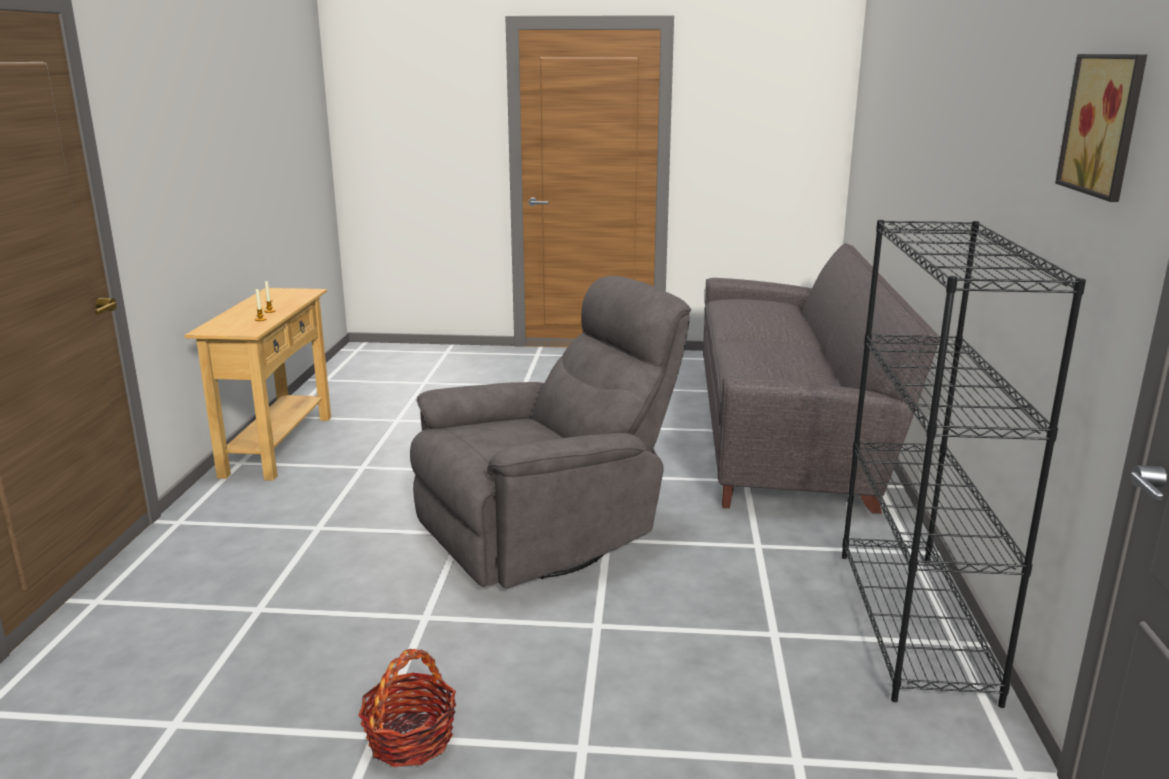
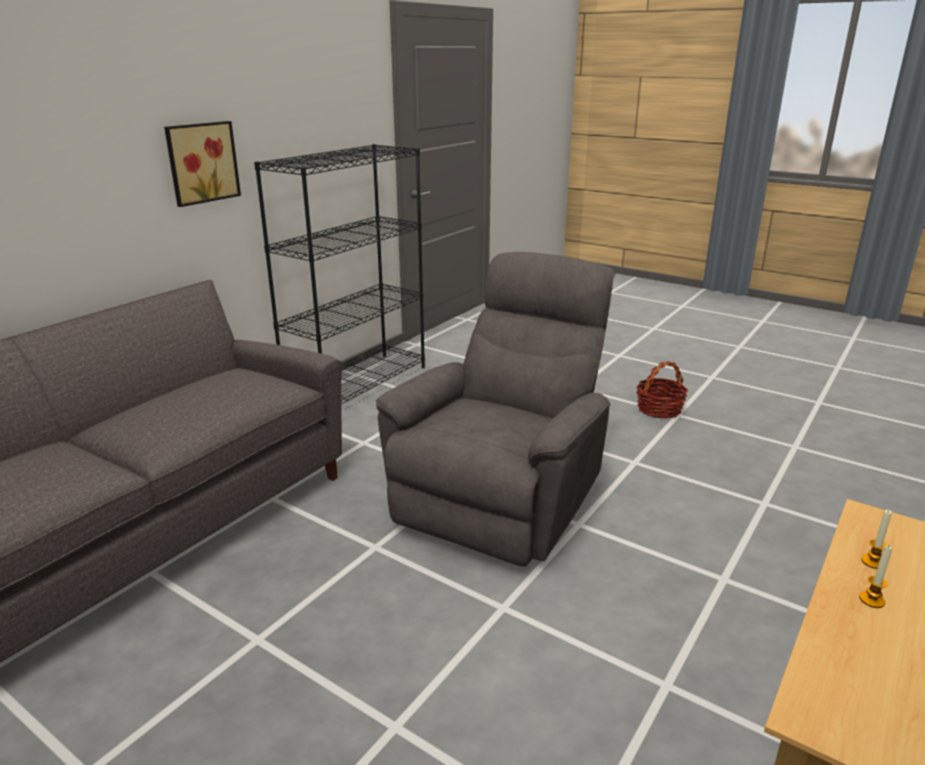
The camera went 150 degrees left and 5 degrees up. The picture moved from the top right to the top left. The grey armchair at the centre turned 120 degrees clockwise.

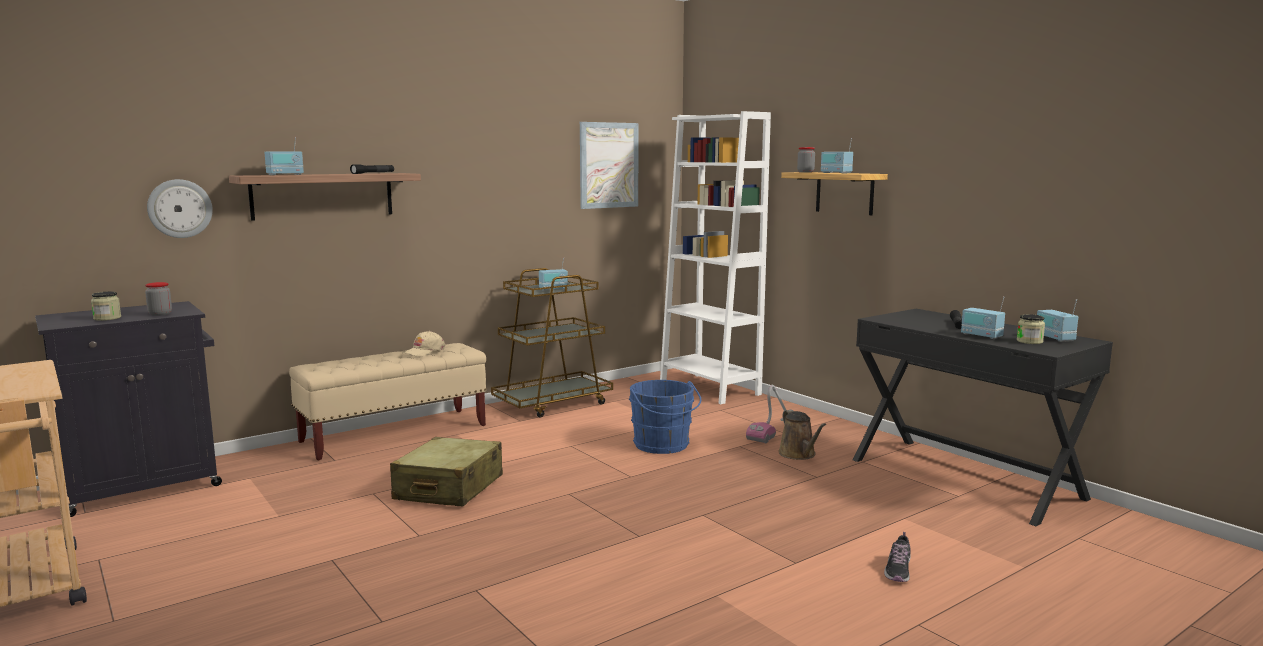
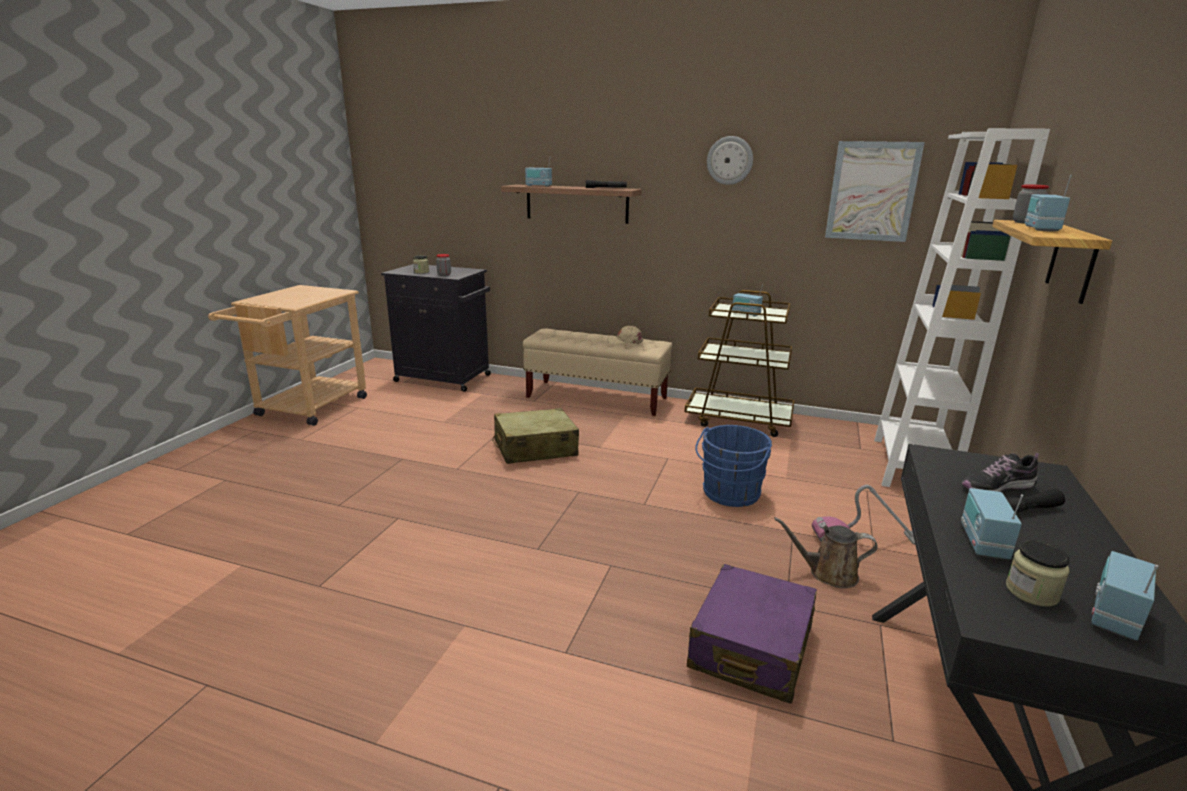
The camera went 55 degrees right and 10 degrees up. The purple suitcase at the bottom centre appeared. The wall clock moved from the top left to the top centre. The brown watering can at the bottom centre turned 60 degrees clockwise. The shoe moved from the bottom right to the middle right.

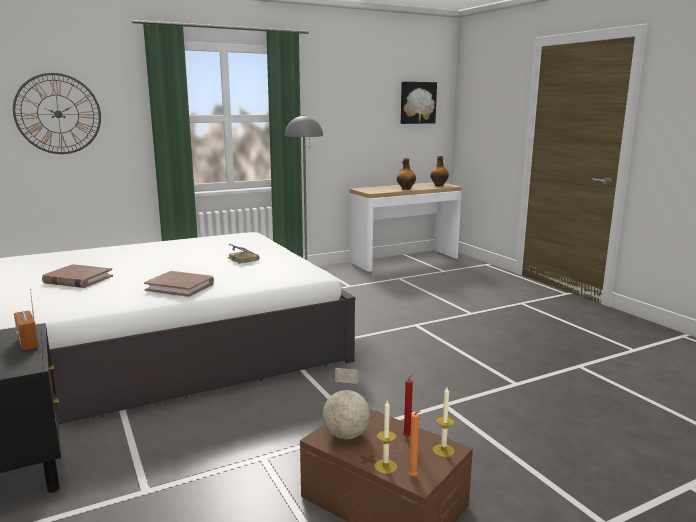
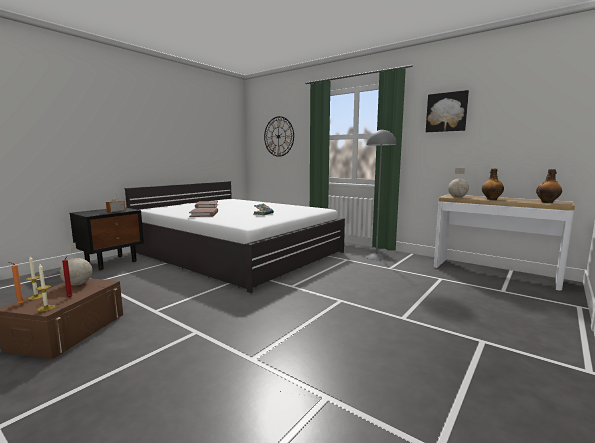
The camera went 65 degrees right and 5 degrees down. The picture moved from the top centre to the top right. The globe (no. 2 from left) at the middle right appeared.

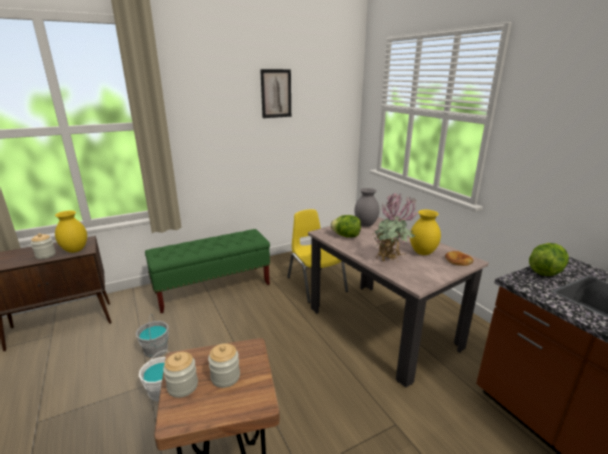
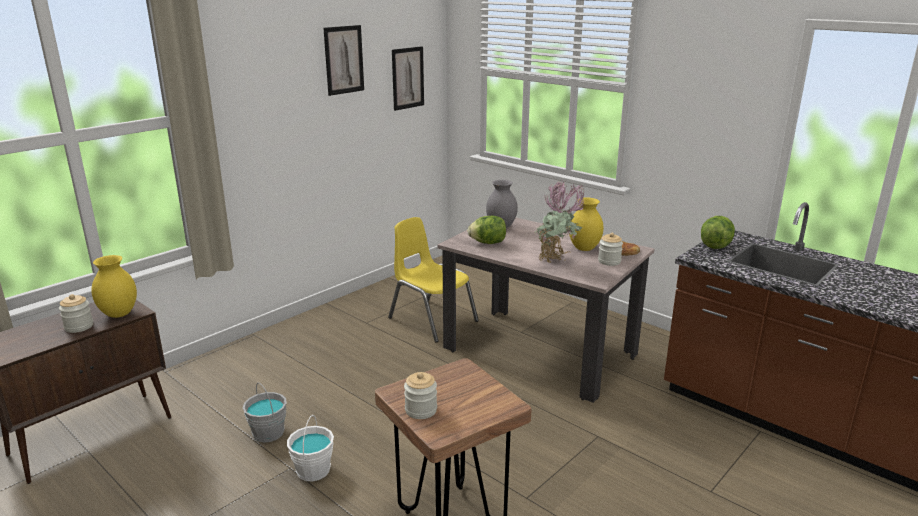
The camera went 20 degrees left and 0 degrees up. The picture (no. 2 from left) at the top centre appeared. The jar (no. 3 from left) moved from the bottom centre to the centre. The green bench at the centre disappeared.

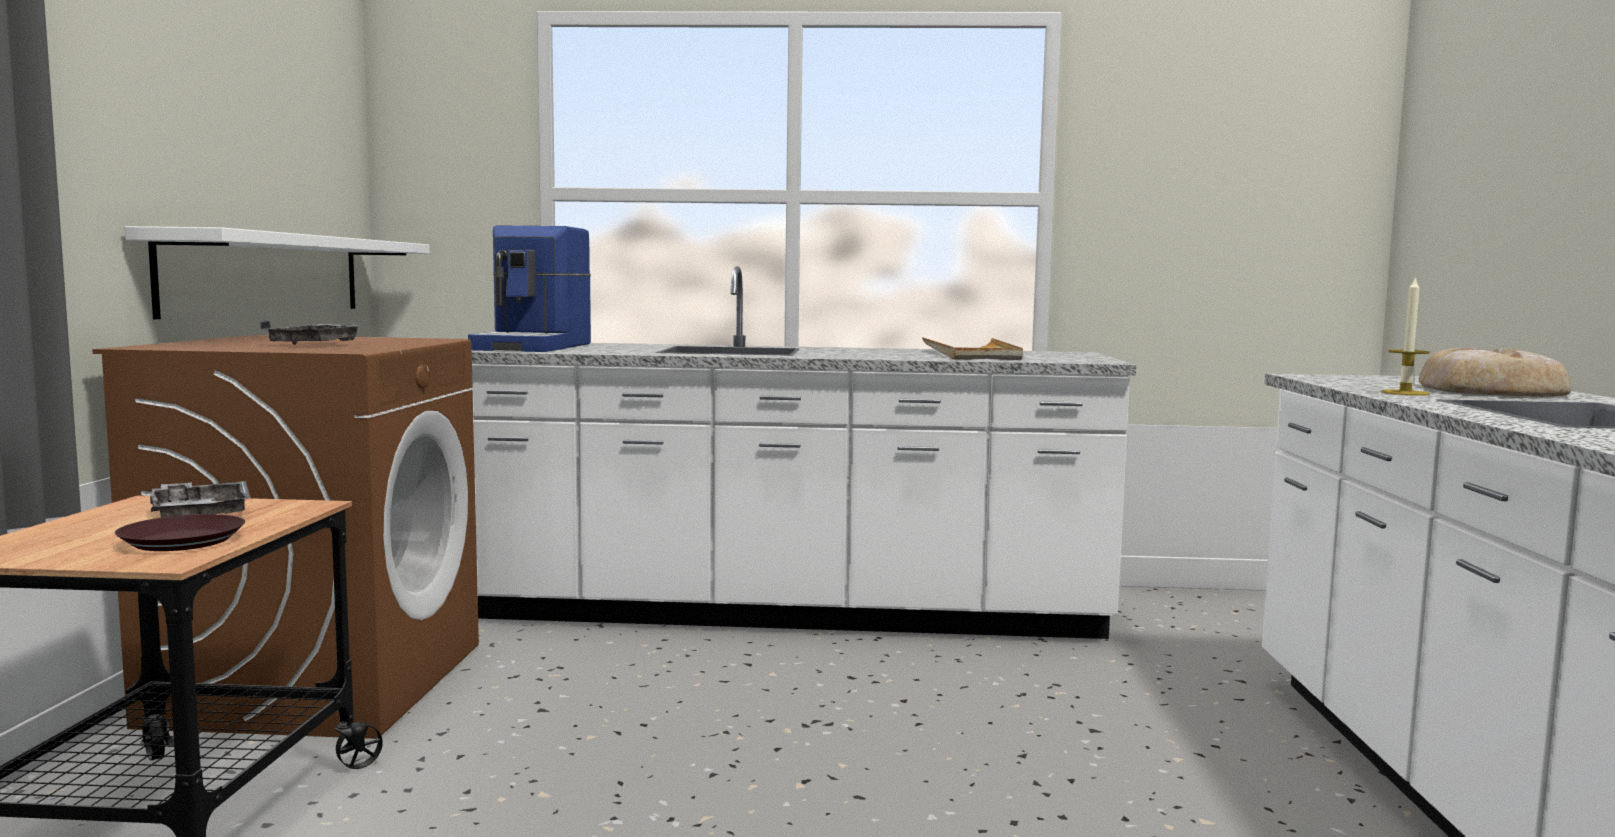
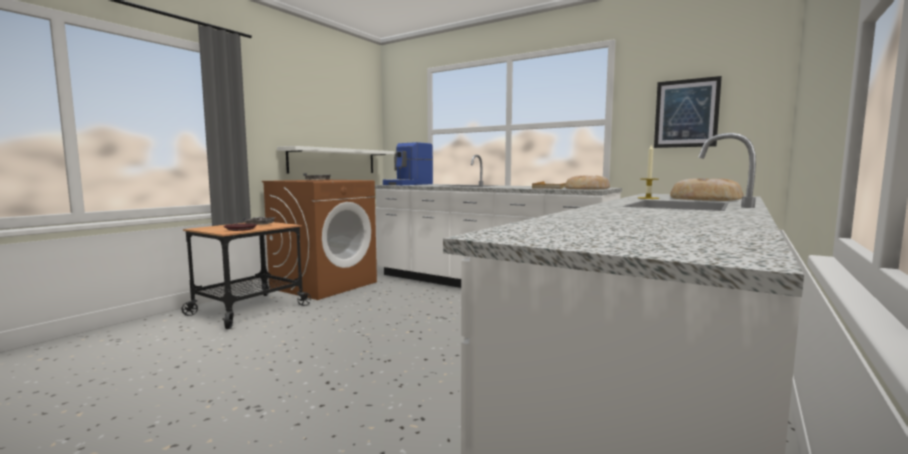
The camera went 30 degrees right and 0 degrees up. The bread (no. 1 from left) at the centre appeared. The picture at the top right appeared.

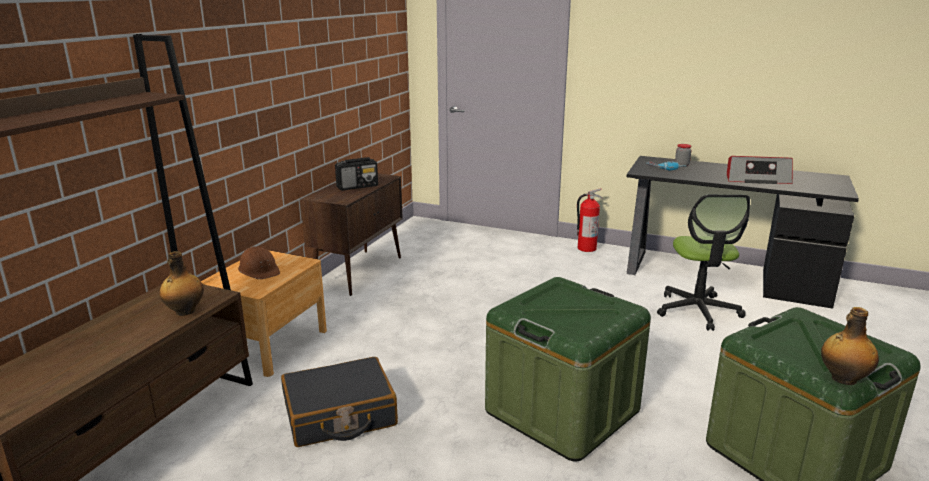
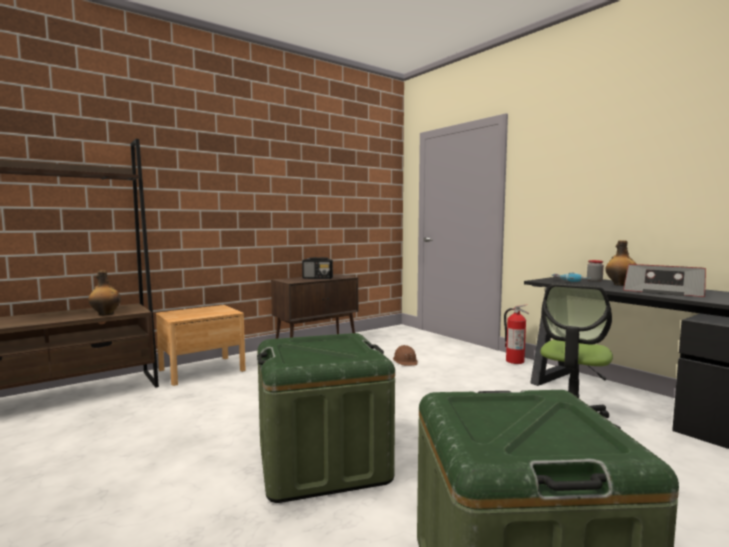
The camera went 30 degrees right and 15 degrees down. The brown hard hat moved from the middle left to the centre. The bottle (no. 2 from left) moved from the bottom right to the middle right. The black suitcase at the bottom centre disappeared.

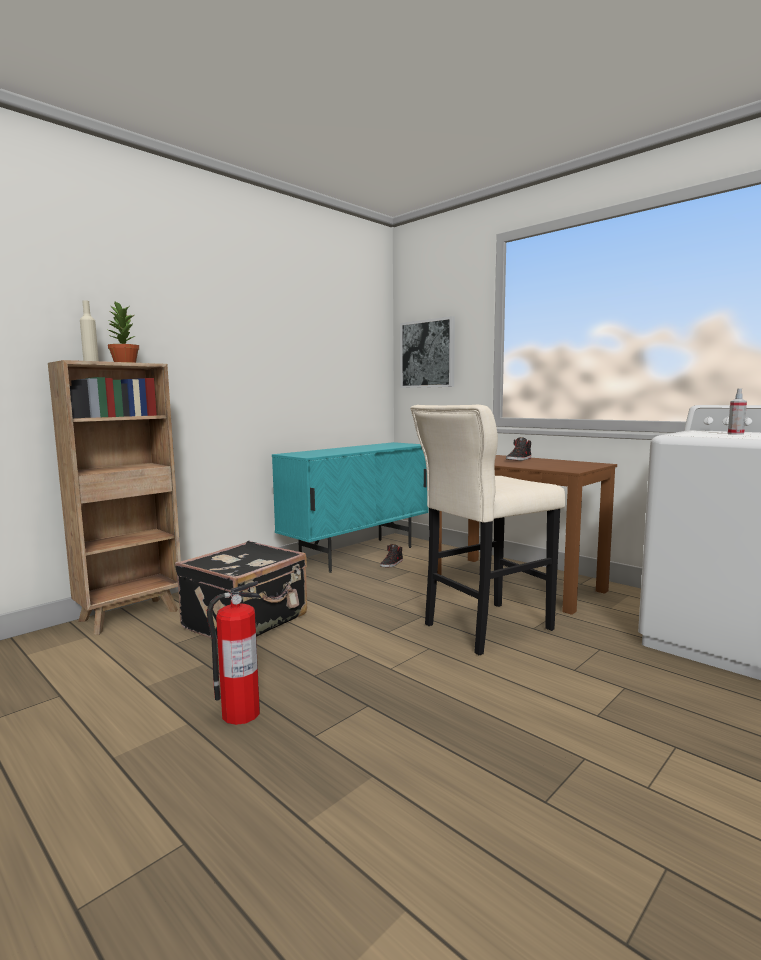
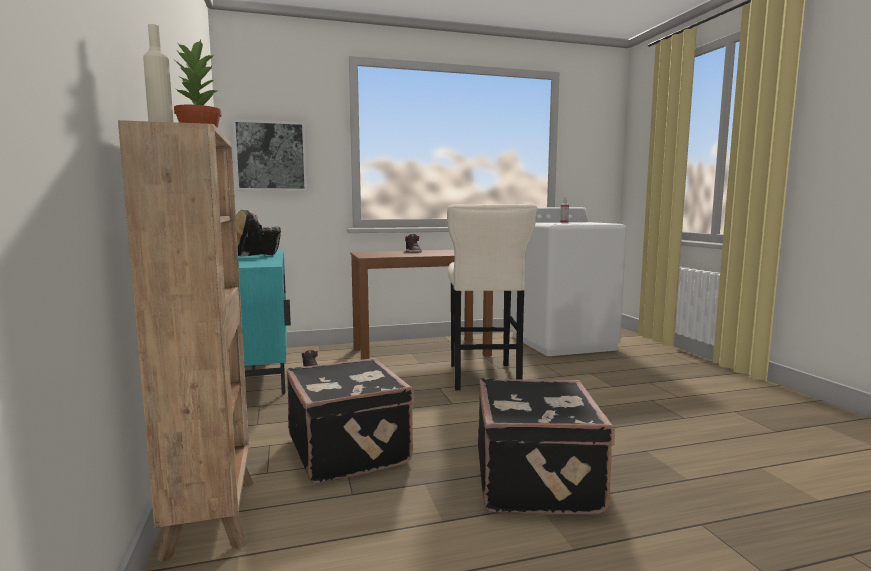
The camera went 60 degrees left and 0 degrees up. The black boot at the middle left appeared. The fire extinguisher at the bottom left was replaced by the black suitcase (no. 2 from left) at the bottom centre.

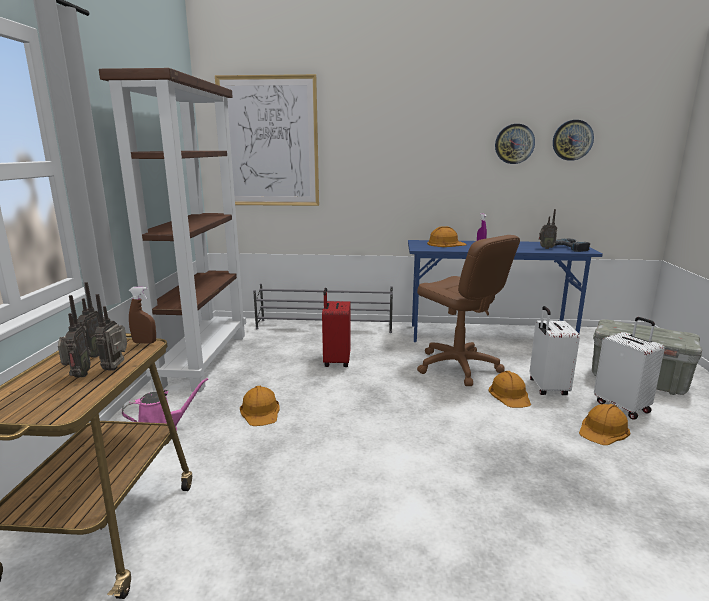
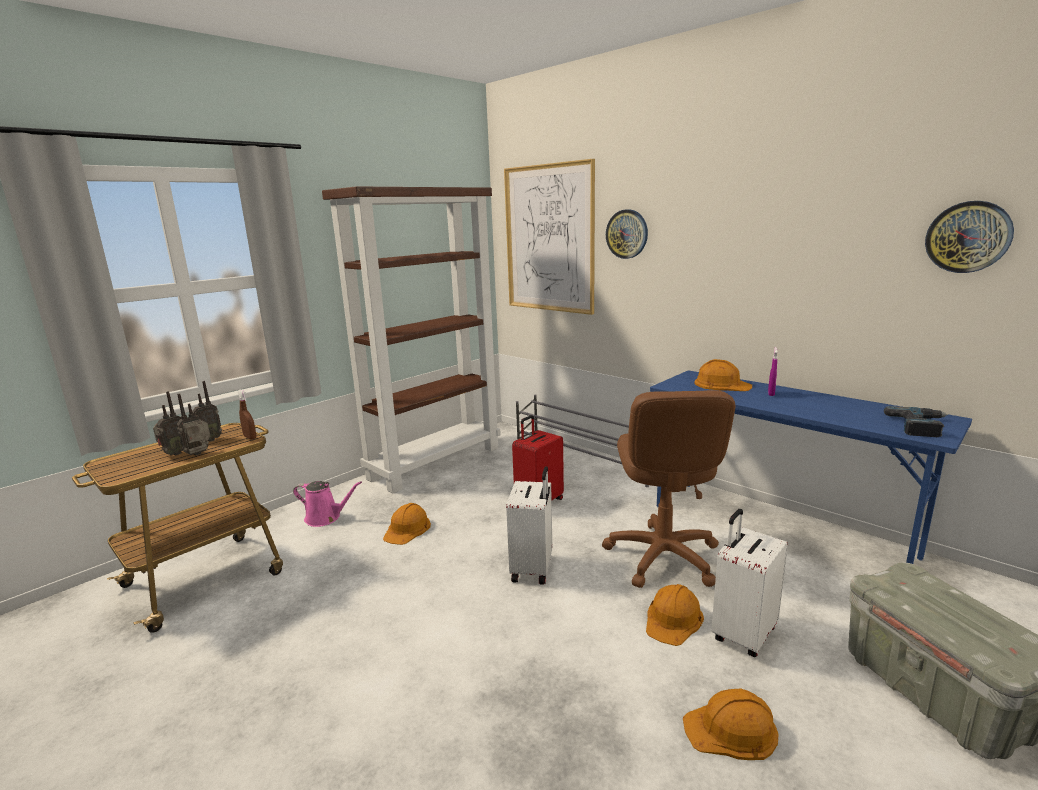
The camera went 40 degrees right and 0 degrees up. The white suitcase (no. 2 from left in the first image) moved from the middle right to the centre. The wall clock (no. 1 from left) moved from the top right to the top centre. The radio (no. 4 from left) at the middle right disappeared.

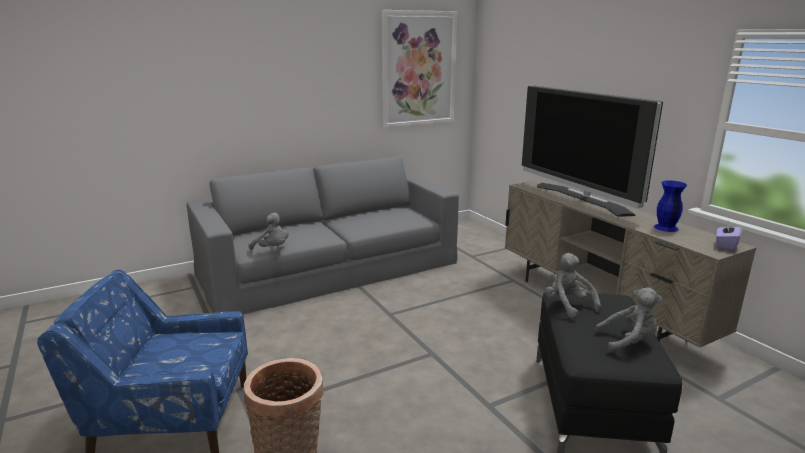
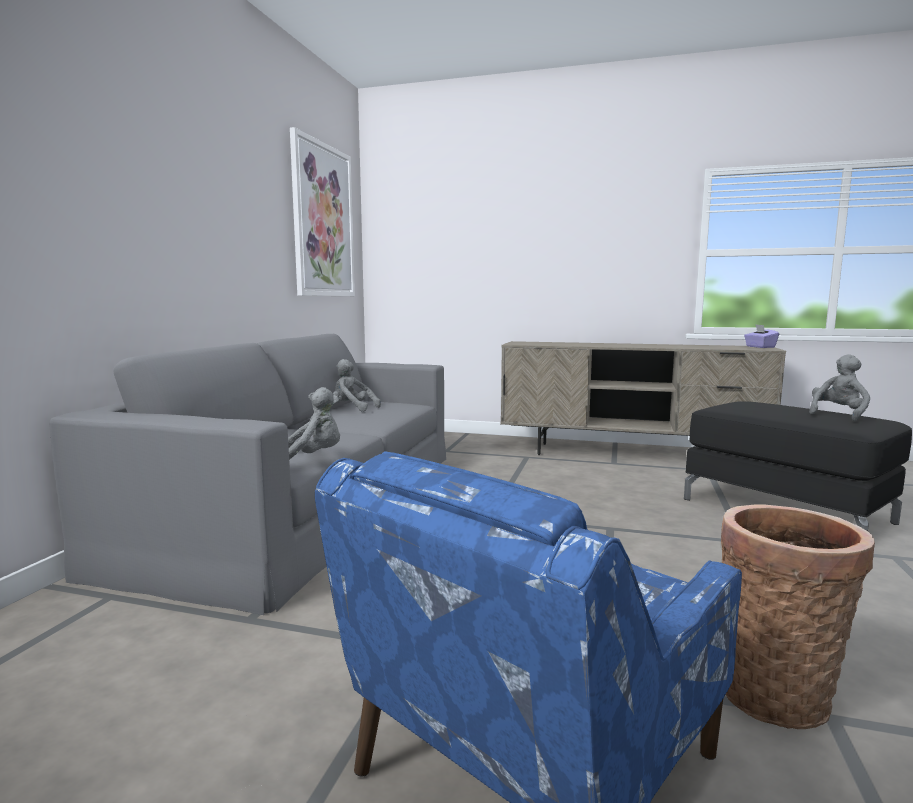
The camera went 45 degrees left and 10 degrees down. The grey plush toy (no. 2 from left) moved from the middle right to the centre. The television at the middle right disappeared. The blue vase at the middle right disappeared.

